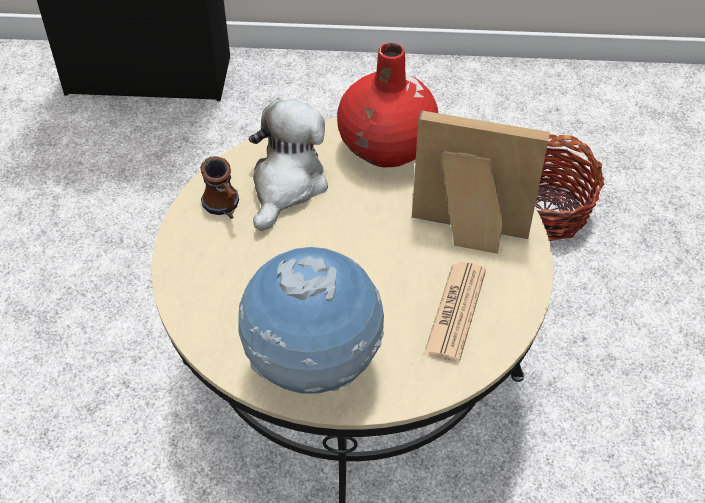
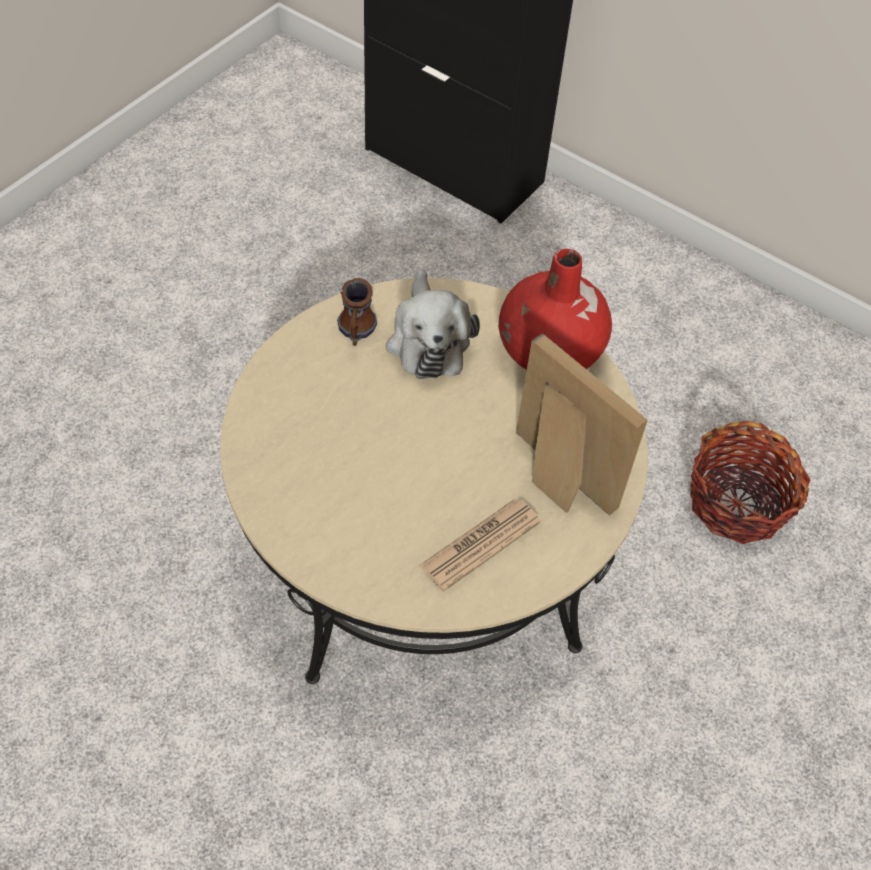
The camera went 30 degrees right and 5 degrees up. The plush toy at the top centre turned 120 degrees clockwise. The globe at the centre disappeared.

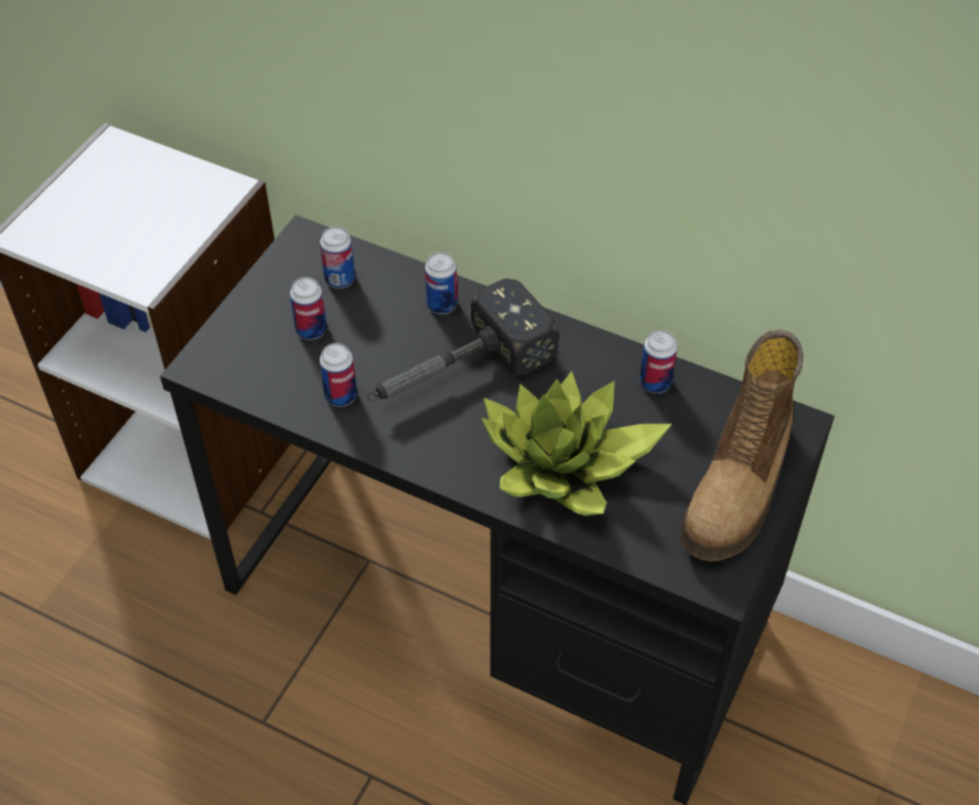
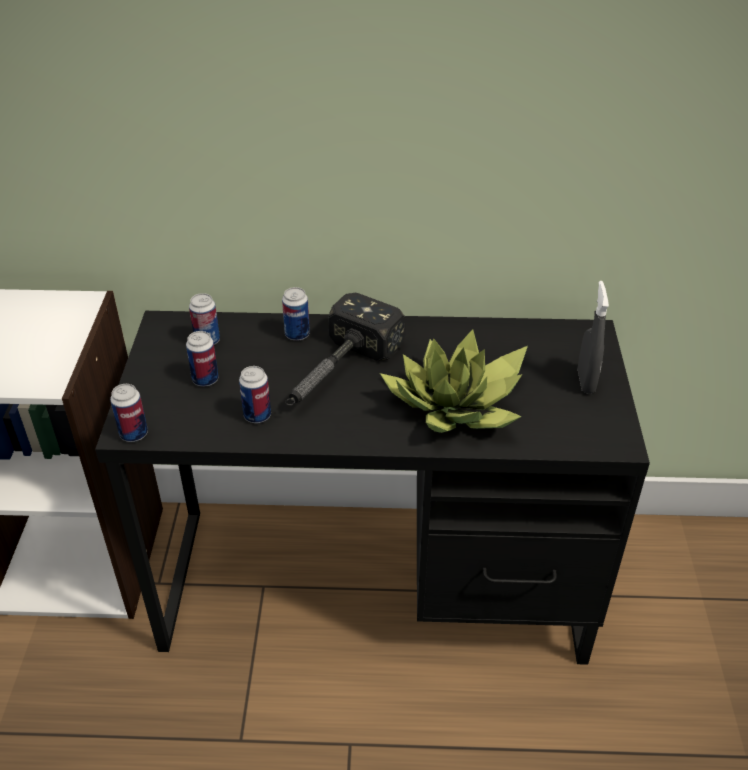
The camera went 25 degrees left and 10 degrees down. The can (no. 5 from left in the first image) moved from the middle right to the middle left. The boot at the middle right was replaced by the grey spray bottle at the middle right.

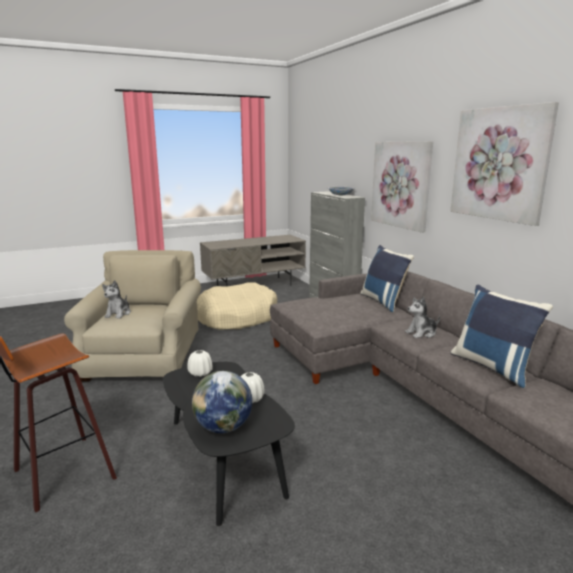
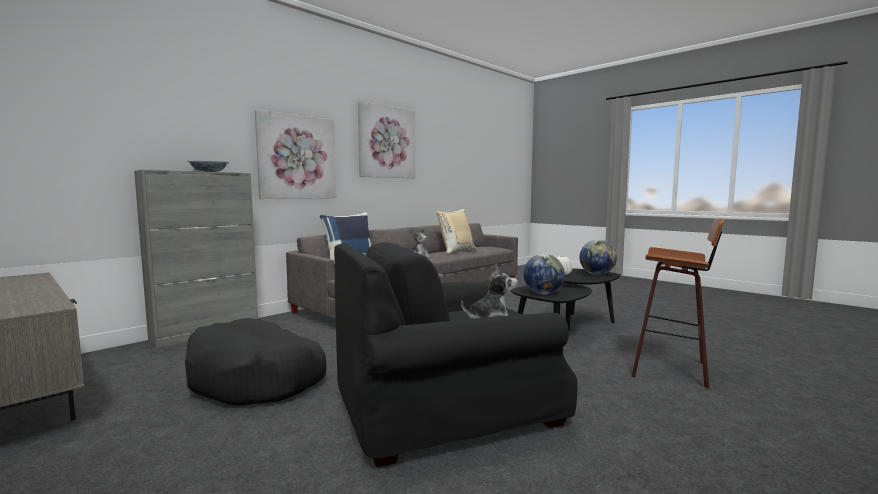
The camera went 110 degrees left and 10 degrees down. The beige dog bed at the centre became the black dog bed at the bottom left. The beige armchair at the middle left became the black armchair at the bottom centre. The blue pillow (no. 2 from left) at the middle right became the beige pillow at the centre. The white vase (no. 1 from left) at the centre was replaced by the globe (no. 1 from left) at the centre.

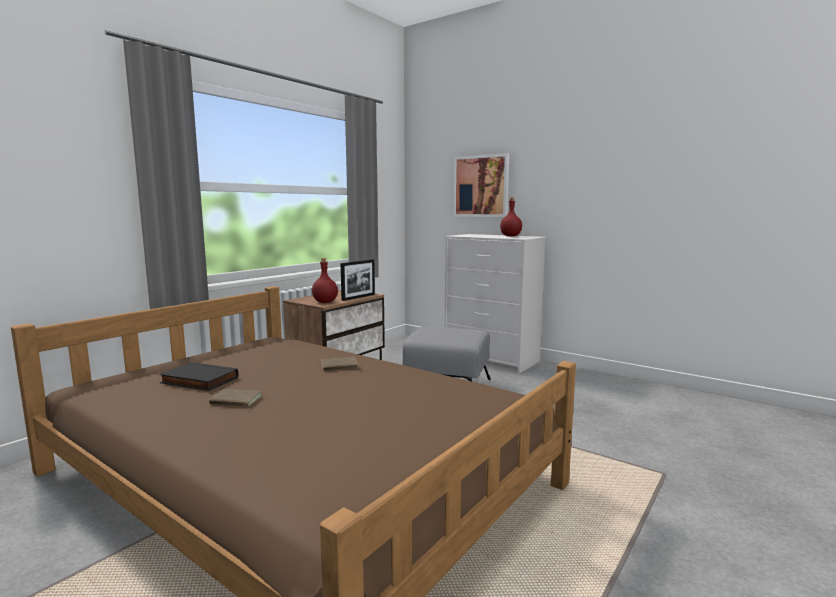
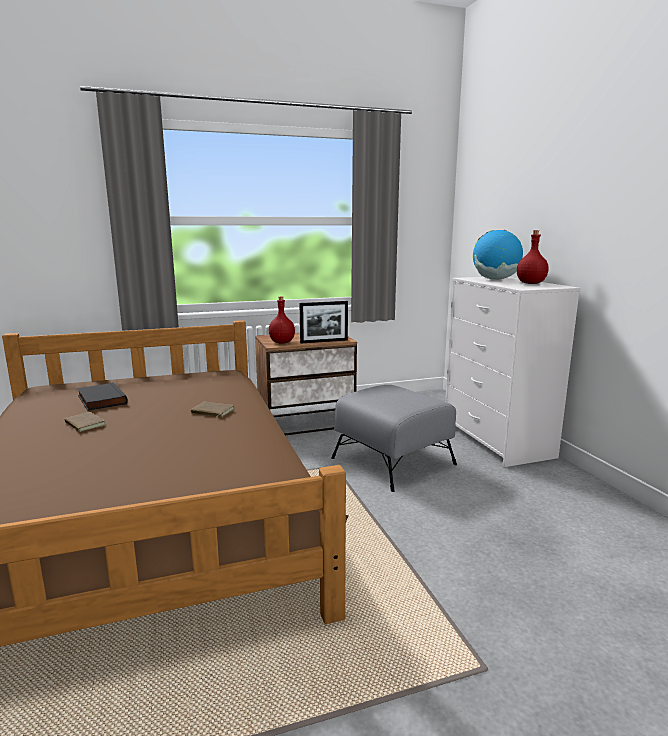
The camera went 35 degrees right and 5 degrees up. The globe at the middle right appeared. The picture at the top centre disappeared.

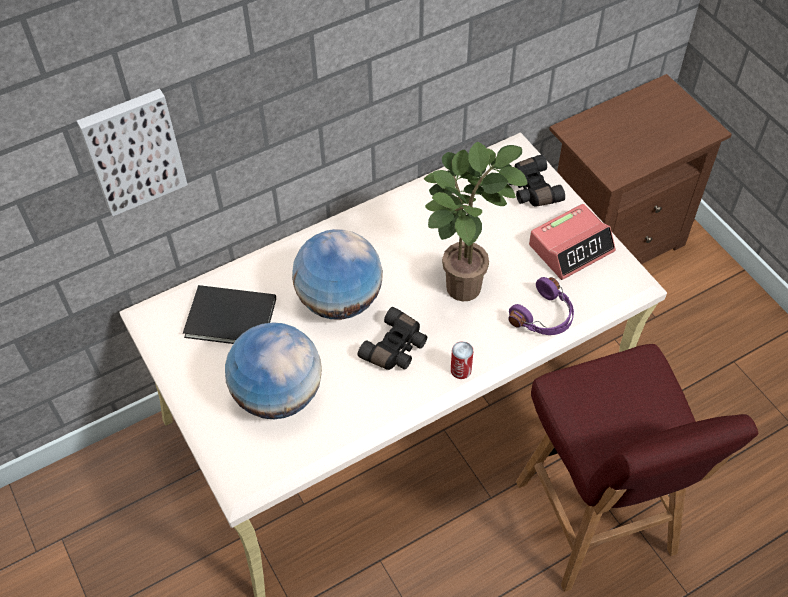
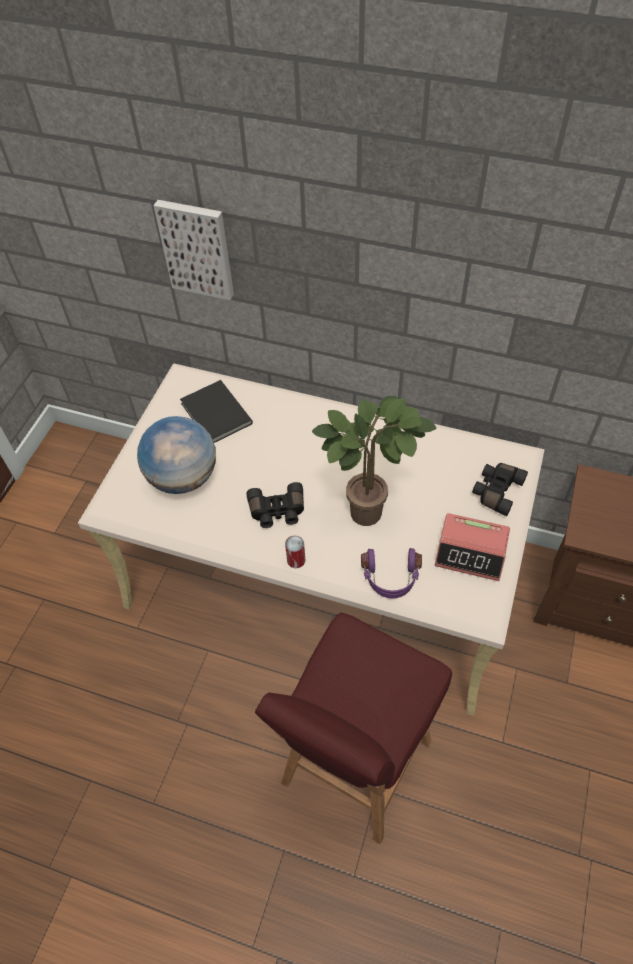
The camera went 50 degrees right and 0 degrees up. The globe (no. 2 from left) at the centre disappeared.

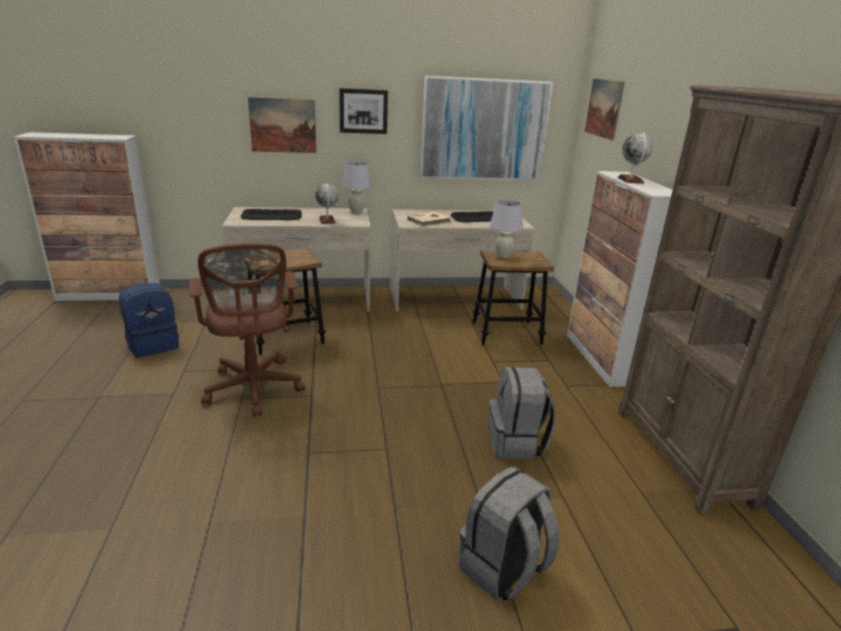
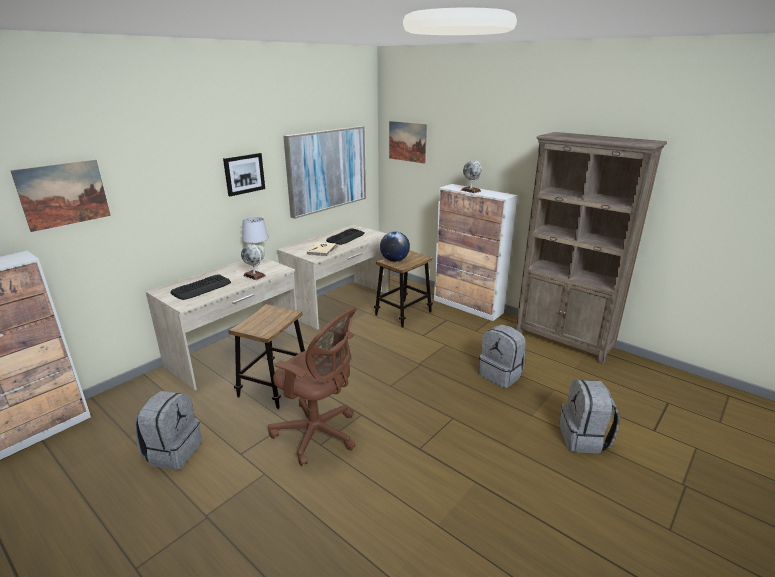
The camera went 40 degrees left and 0 degrees up. The picture (no. 1 from left) moved from the top centre to the middle left. The blue backpack at the middle left became the grey backpack (no. 1 from left) at the bottom left. The white table lamp (no. 2 from left) at the centre was replaced by the globe (no. 2 from left) at the centre.

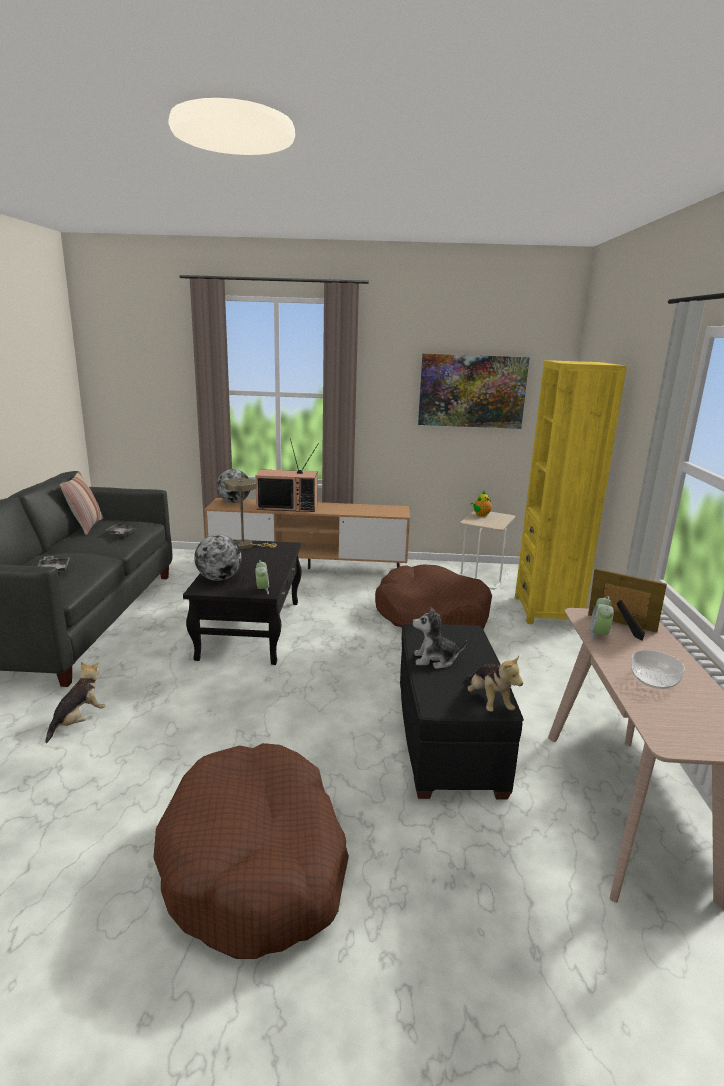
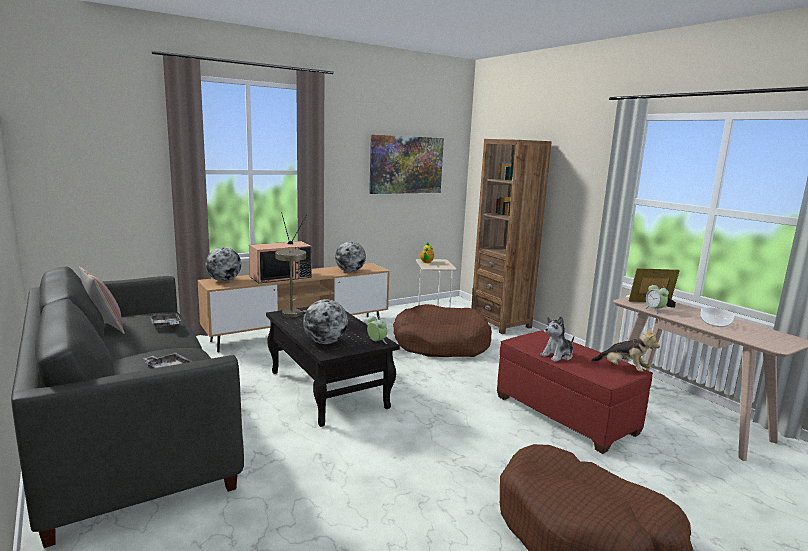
The camera went 35 degrees left and 5 degrees down. The globe (no. 3 from left) at the centre appeared. The yellow bookcase at the middle right became the brown bookcase at the centre. The black ottoman at the centre became the red ottoman at the bottom right. The plush toy (no. 1 from left) at the middle left disappeared.

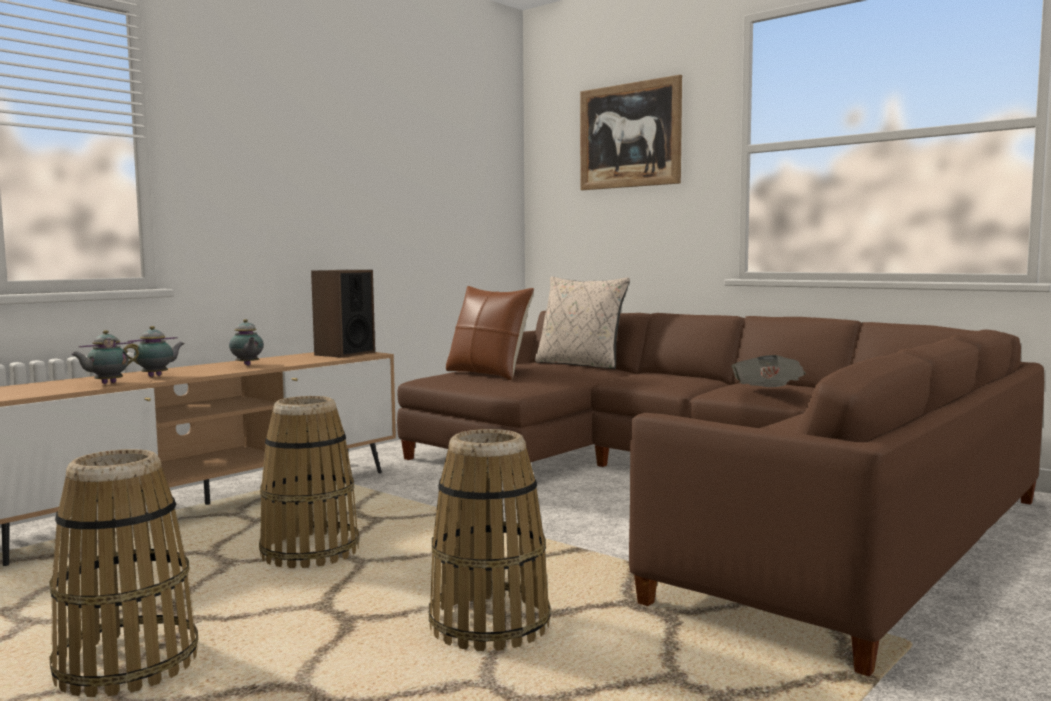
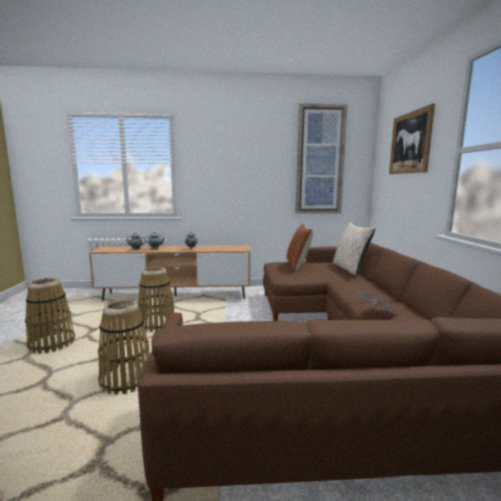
The camera went 45 degrees right and 5 degrees up. The picture (no. 1 from left) at the top centre appeared. The speaker at the middle left disappeared.

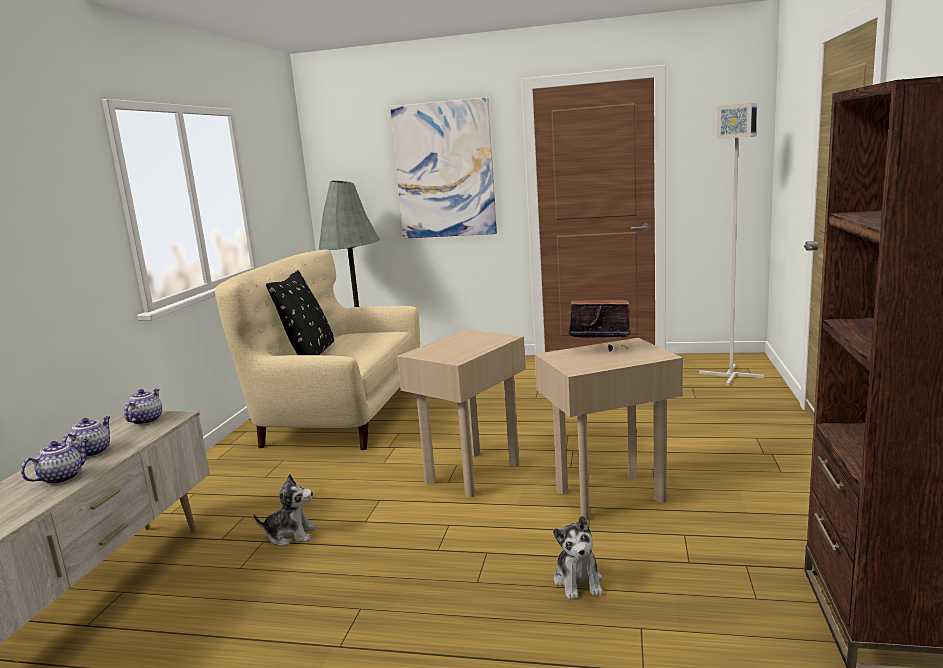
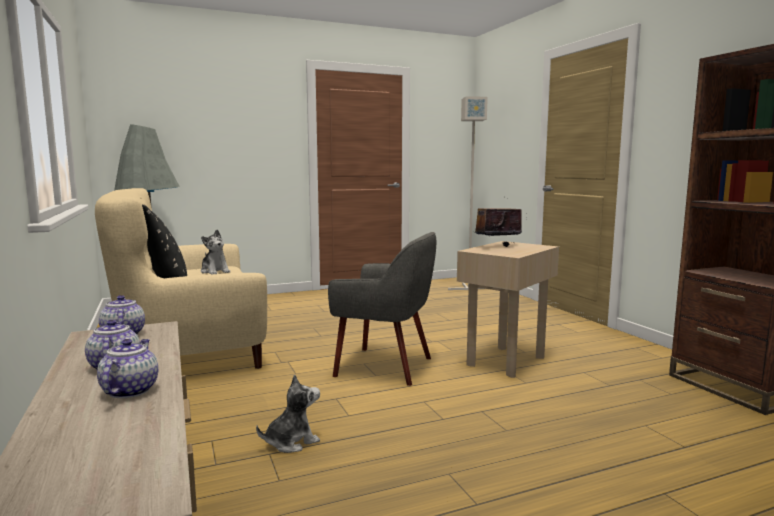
The camera went 35 degrees left and 5 degrees down. The plush toy (no. 2 from left in the first image) moved from the bottom centre to the middle left. The beige side table (no. 1 from left) at the centre was replaced by the grey armchair at the centre. The picture at the top centre disappeared.

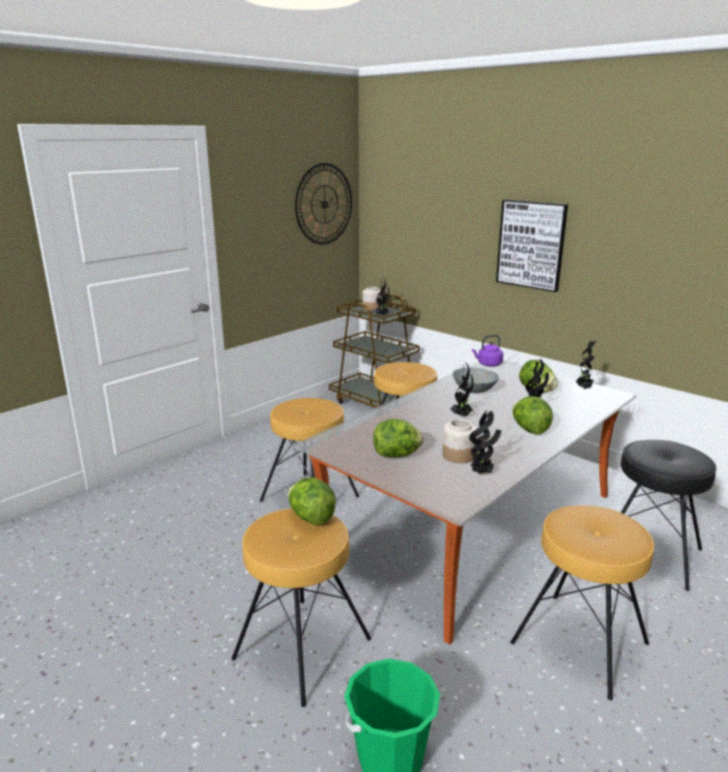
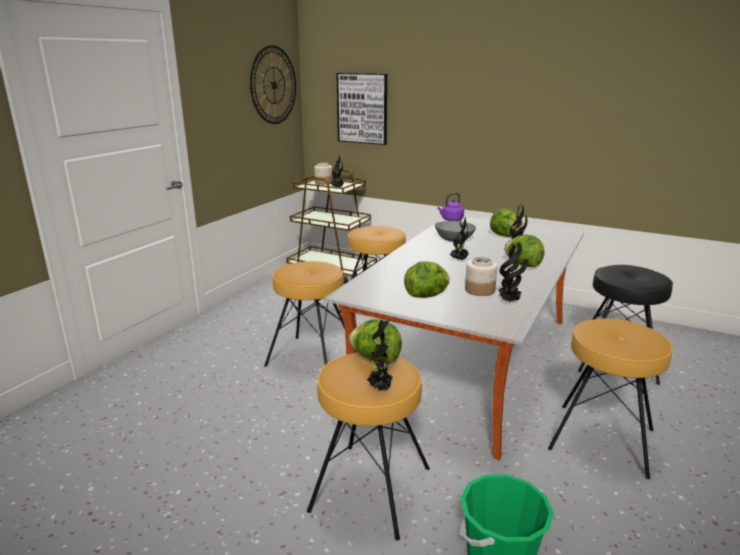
The camera went 15 degrees left and 0 degrees up. The picture moved from the top right to the top centre. The potted plant (no. 5 from left in the first image) moved from the middle right to the centre.

